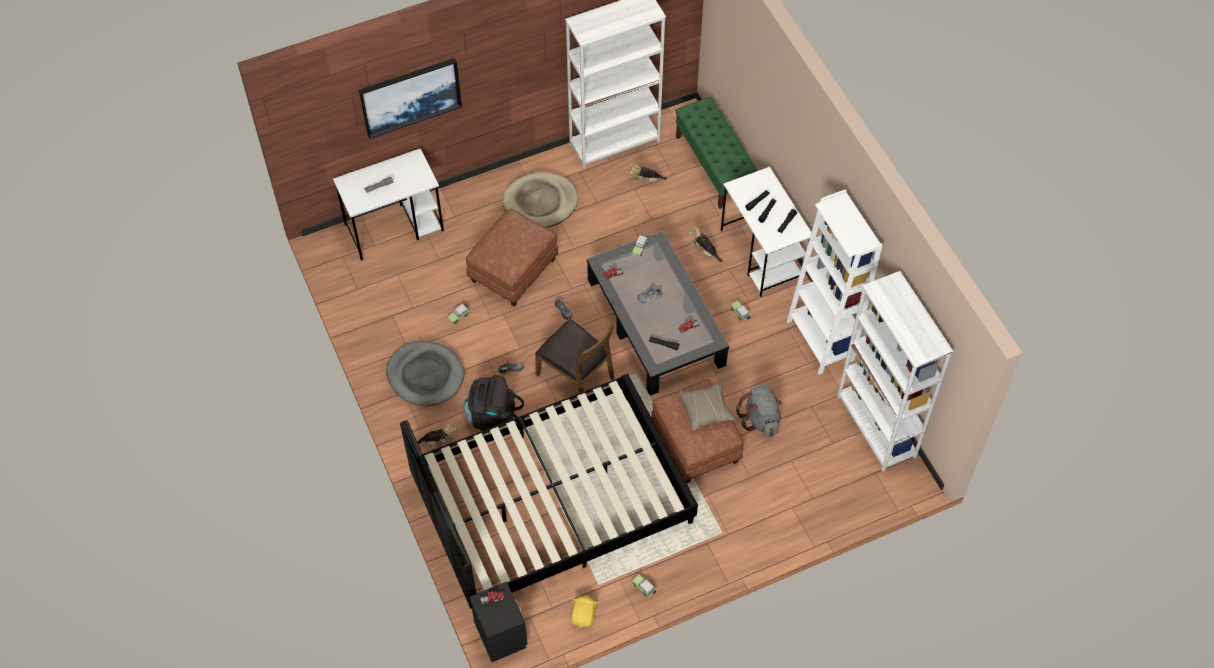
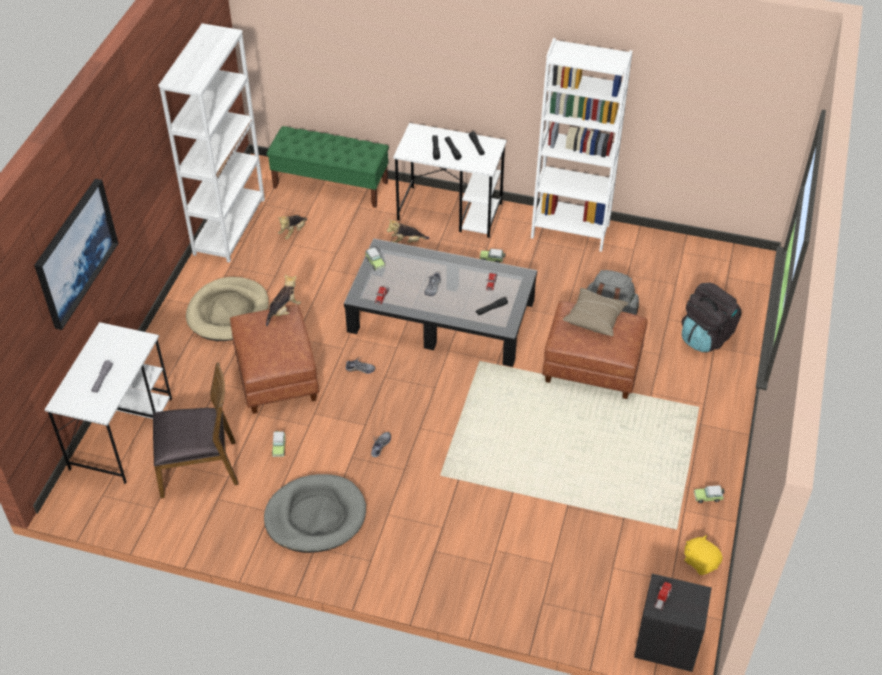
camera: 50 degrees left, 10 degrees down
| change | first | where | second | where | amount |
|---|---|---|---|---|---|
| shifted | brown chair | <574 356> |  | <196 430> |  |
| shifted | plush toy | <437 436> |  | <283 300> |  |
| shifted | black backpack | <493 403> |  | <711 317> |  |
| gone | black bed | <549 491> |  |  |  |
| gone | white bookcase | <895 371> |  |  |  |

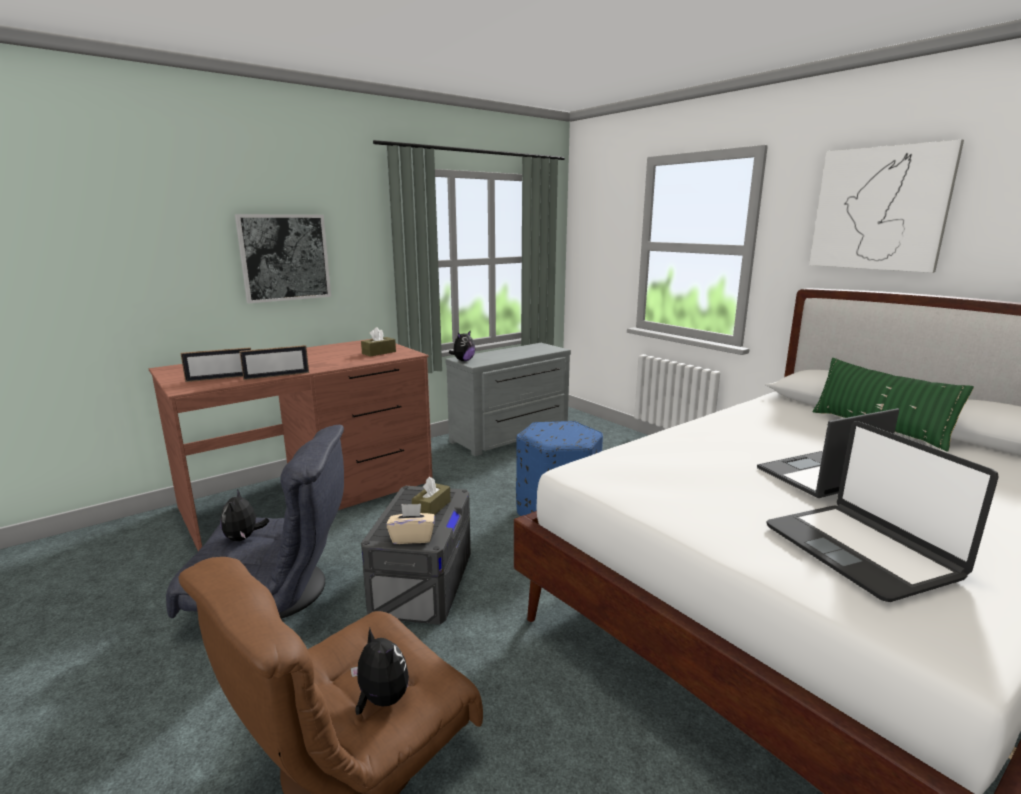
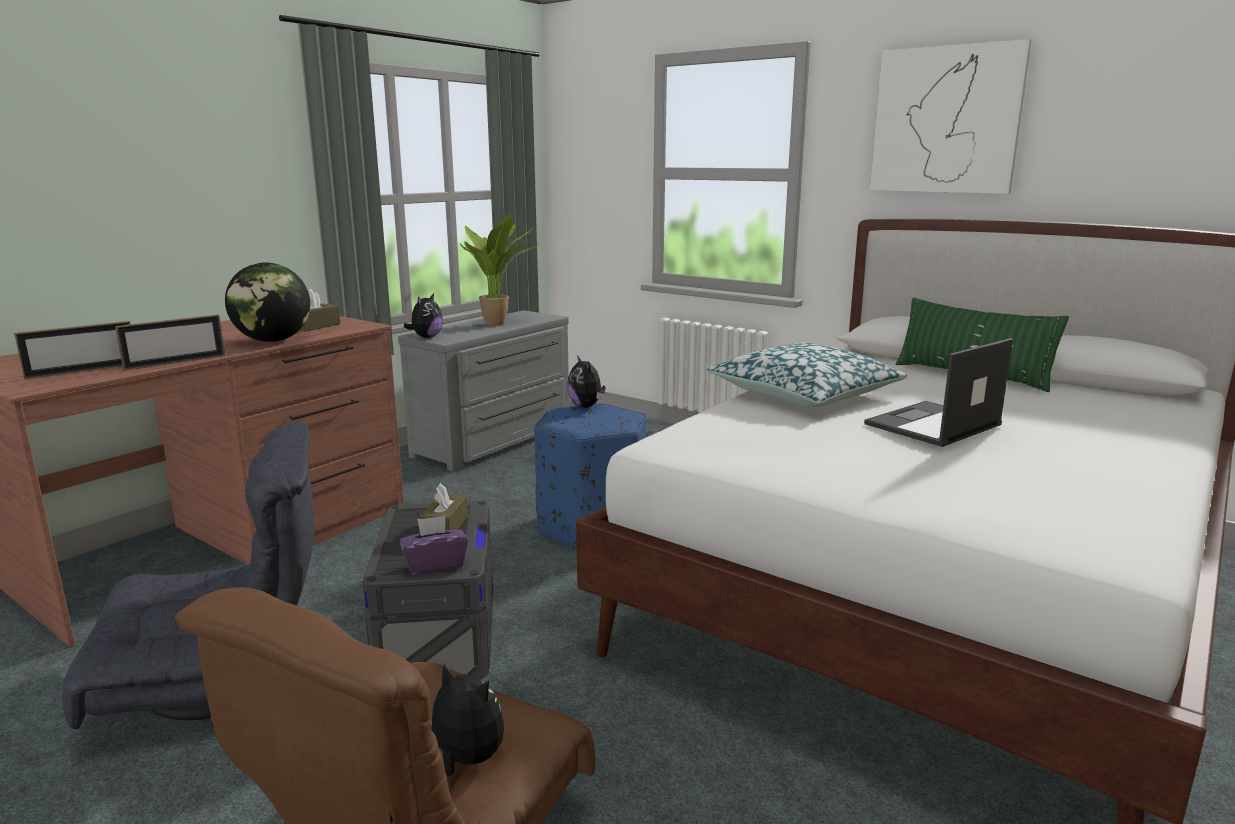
camera: 15 degrees left, 0 degrees up
| change | first | where | second | where | amount |
|---|---|---|---|---|---|
| new |  |  | globe | <267 302> |  |
| repainted | beige tissue box | <410 524> | purple tissue box | <434 545> |  |
| new |  |  | potted plant | <499 270> |  |
| shifted | plush toy | <245 515> |  | <586 381> |  |
| new |  |  | pillow | <807 375> |  |
| gone | picture | <283 258> |  |  |  |
| gone | laptop | <882 511> |  |  |  |

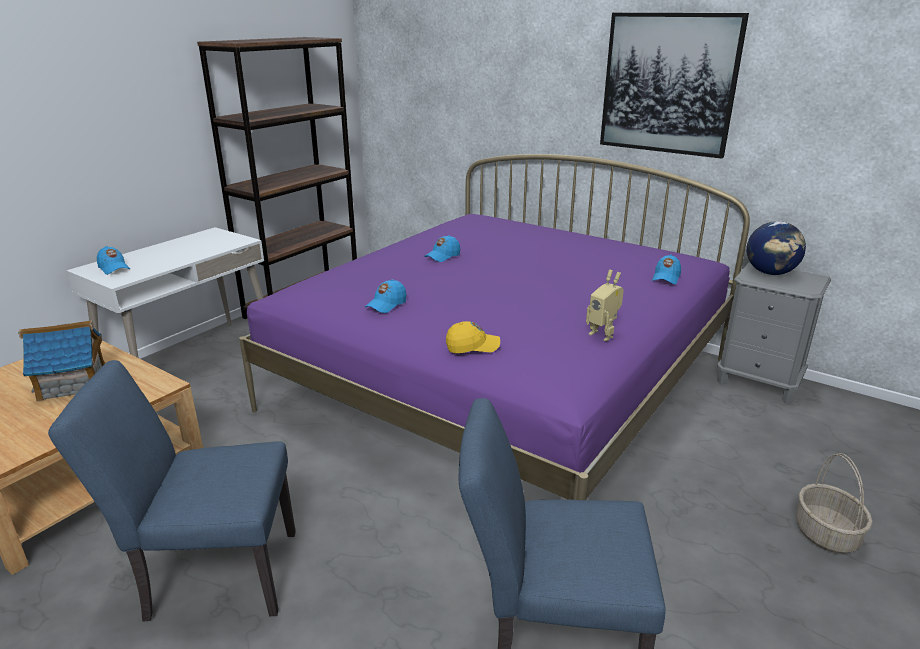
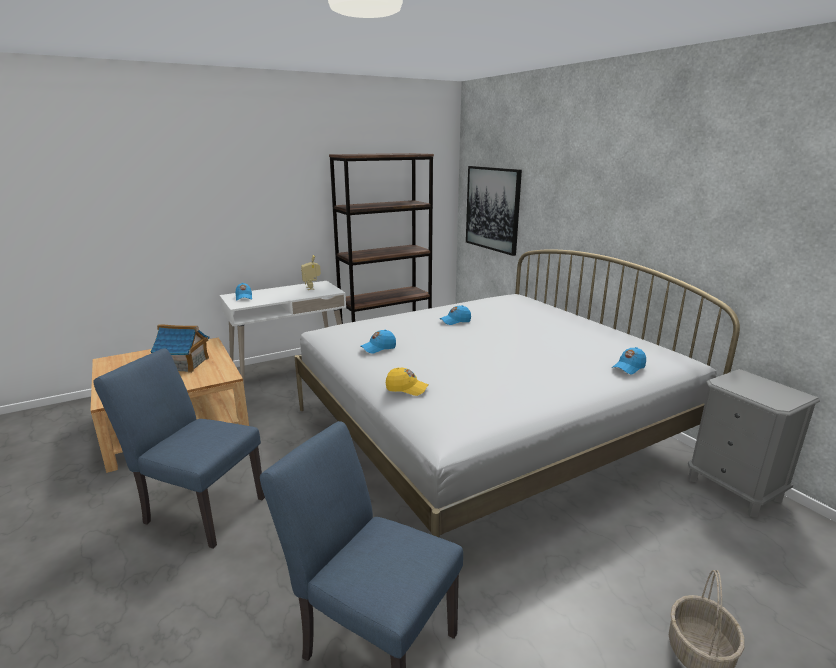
camera: 25 degrees right, 5 degrees down
| change | first | where | second | where | amount |
|---|---|---|---|---|---|
| repainted | purple bed | <494 327> | white bed | <517 393> |  |
| shifted | toy robot | <605 305> |  | <311 272> |  |
| shifted | picture | <674 86> |  | <494 211> |  |
| gone | globe | <776 248> |  |  |  |

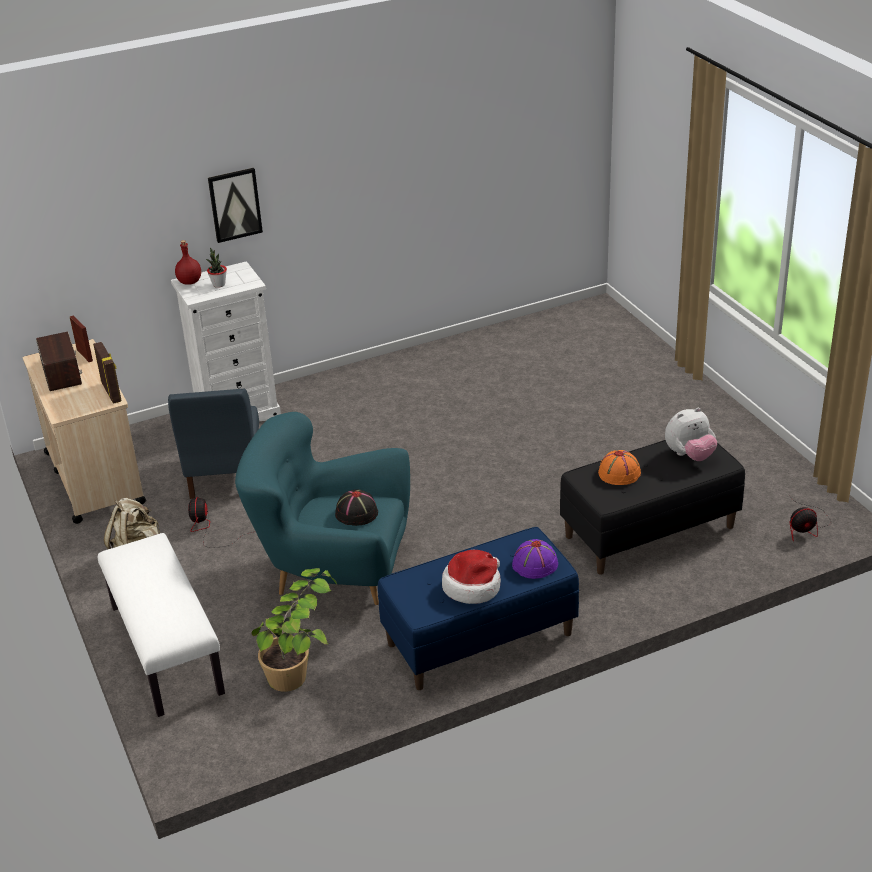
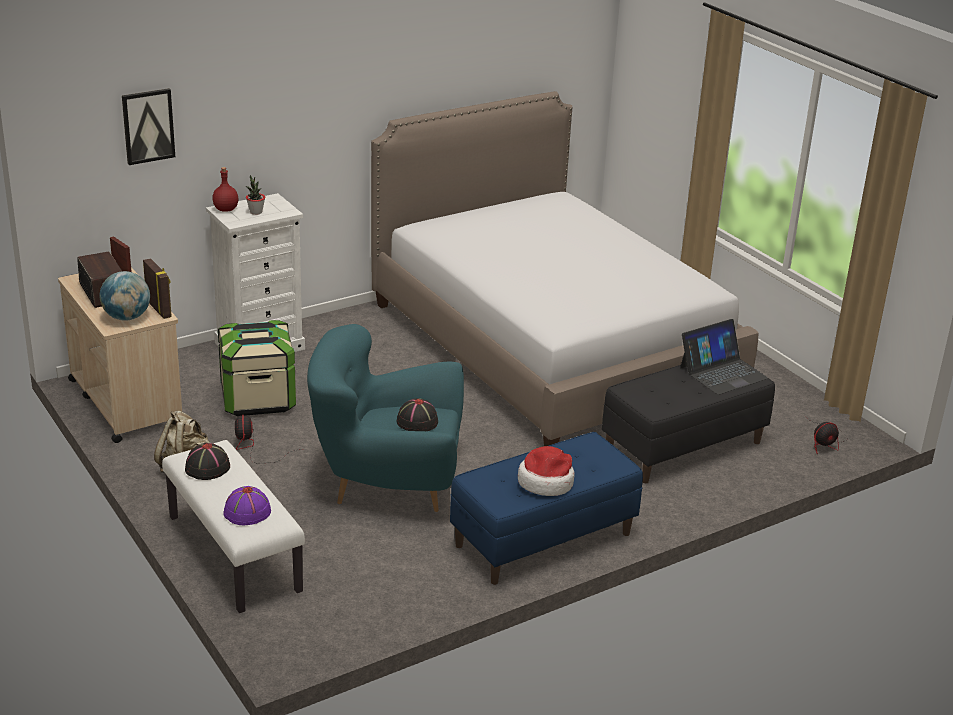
camera: 10 degrees left, 5 degrees down
| change | first | where | second | where | amount |
|---|---|---|---|---|---|
| new |  |  | globe | <125 296> |  |
| shifted | picture | <235 205> |  | <148 126> |  |
| new |  |  | black hat | <207 461> |  |
| swapped | blue chair | <213 444> | storage box | <257 368> |  |
| shifted | purple hat | <535 559> |  | <247 505> |  |
| new |  |  | bed | <564 268> |  |
| swapped | plush toy | <691 434> | laptop | <724 357> |  |
| gone | potted plant | <294 630> |  |  |  |
| gone | orange hat | <619 467> |  |  |  |

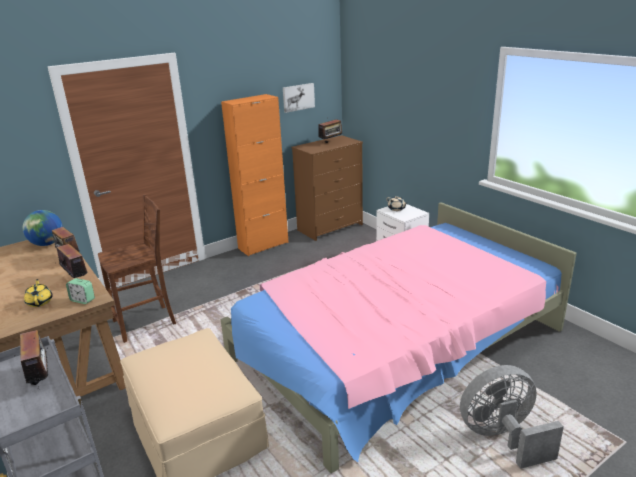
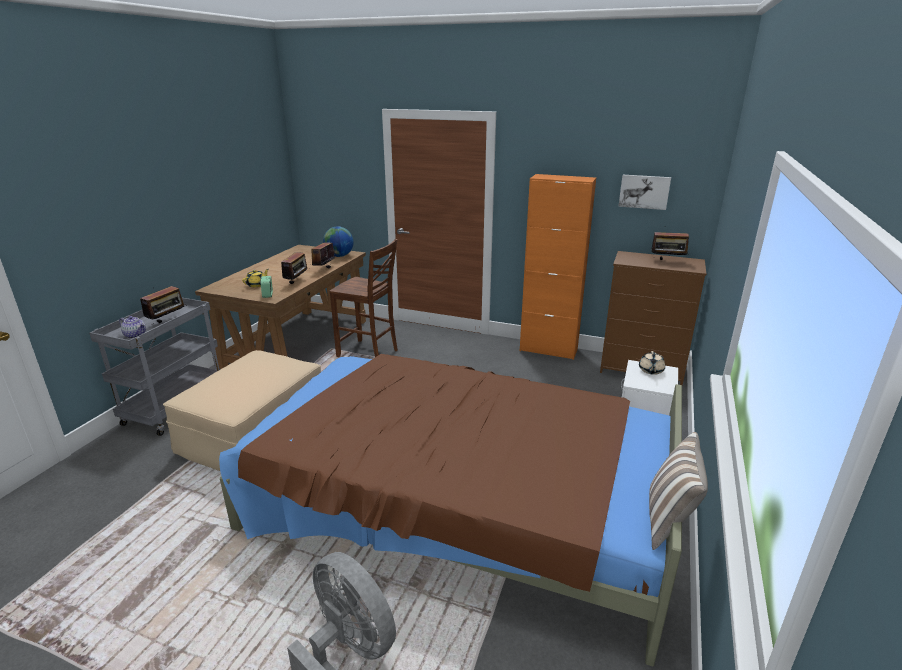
camera: 55 degrees right, 0 degrees up
| change | first | where | second | where | amount |
|---|---|---|---|---|---|
| new |  |  | teapot | <132 327> |  |
| repainted | pink bed | <399 338> | brown bed | <450 510> |  |
| new |  |  | pillow | <678 491> |  |

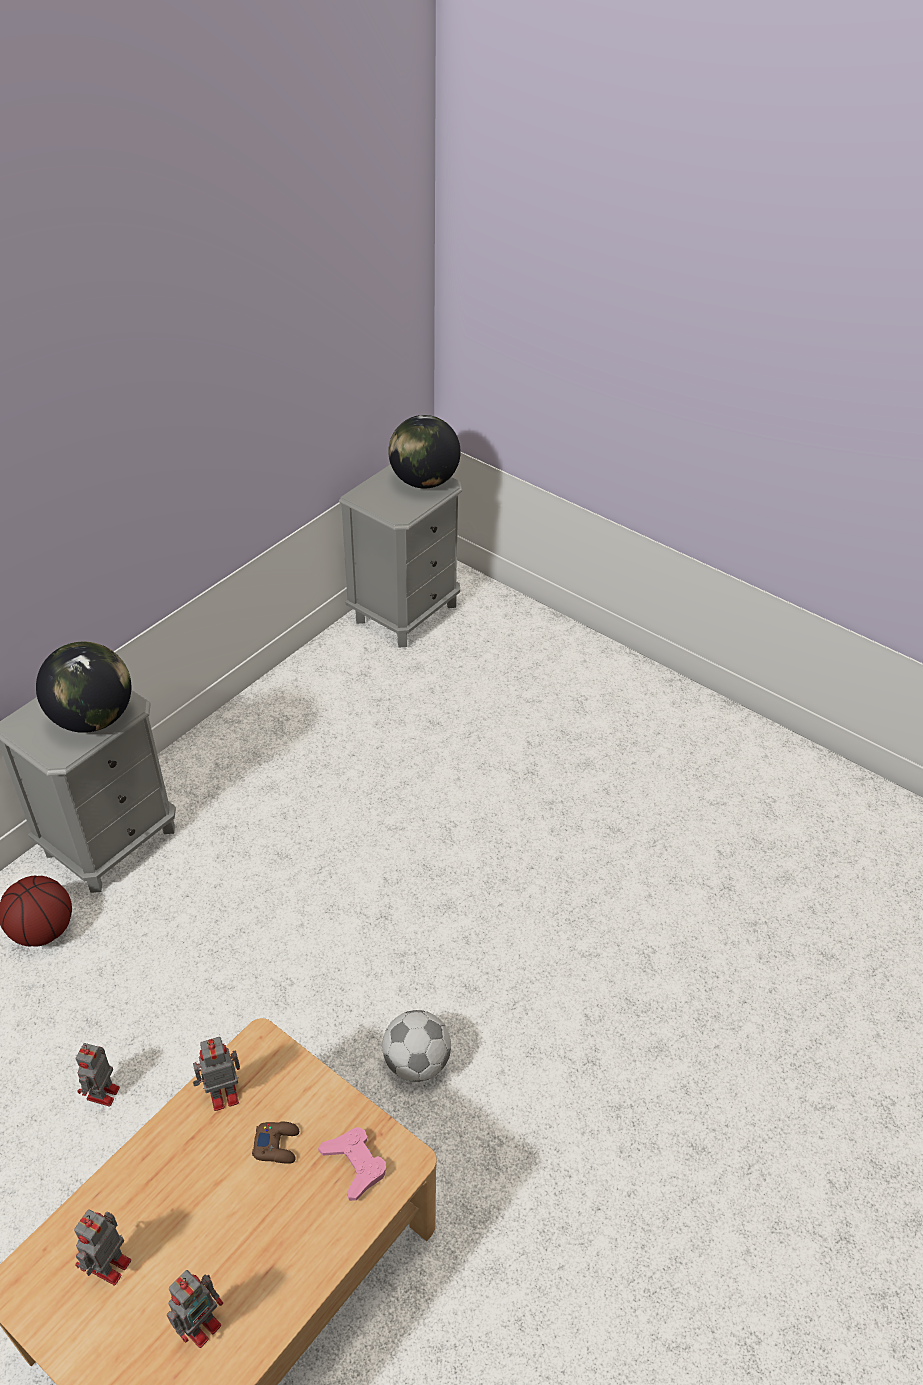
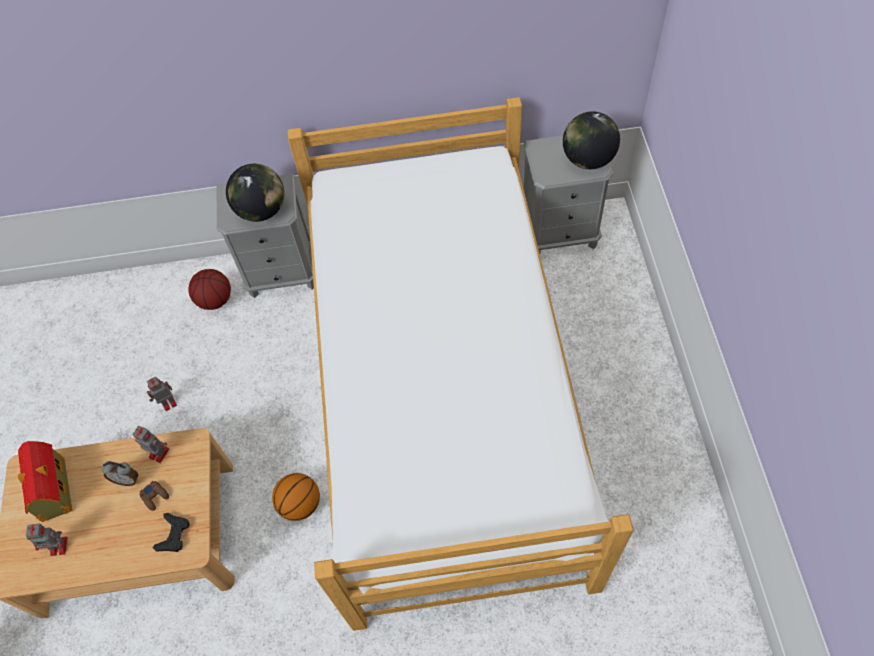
camera: 50 degrees right, 15 degrees up
| change | first | where | second | where | amount |
|---|---|---|---|---|---|
| swapped | toy robot | <102 1247> | toy house | <45 481> |  |
| new |  |  | alarm clock | <120 473> |  |
| repainted | pink game controller | <352 1164> | black game controller | <171 532> |  |
| swapped | football | <416 1046> | basketball | <296 497> |  |
| new |  |  | bed | <460 364> |  |

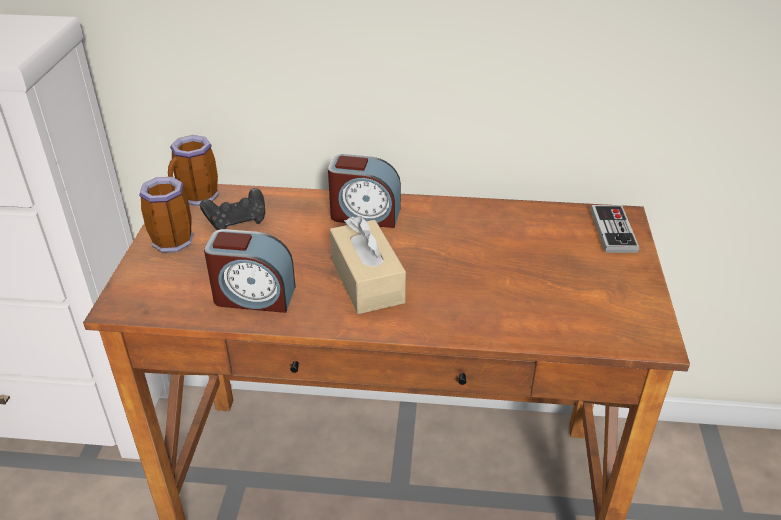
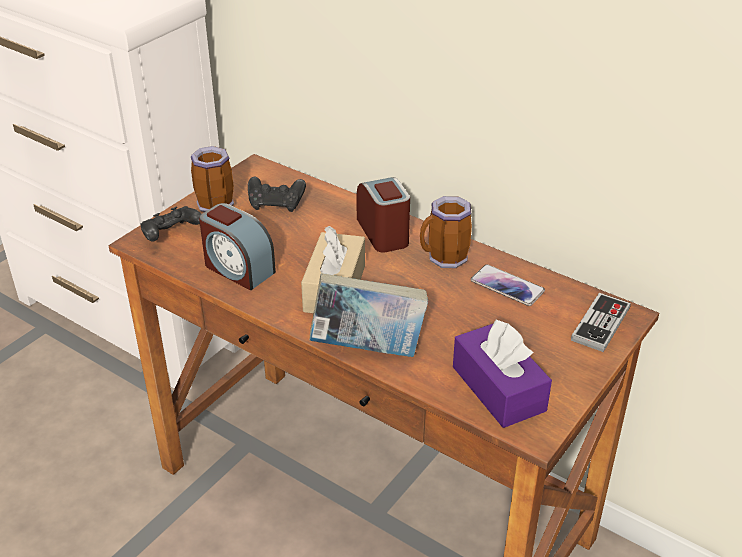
camera: 30 degrees right, 0 degrees up
| change | first | where | second | where | amount |
|---|---|---|---|---|---|
| new |  |  | black game controller | <170 224> |  |
| new |  |  | book | <368 315> |  |
| rotated | alarm clock | <364 191> |  | <383 214> | 150 degrees counterclockwise |
| shifted | mug | <193 170> |  | <446 232> |  |
| new |  |  | purple tissue box | <502 373> |  |
| new |  |  | phone | <507 285> |  |

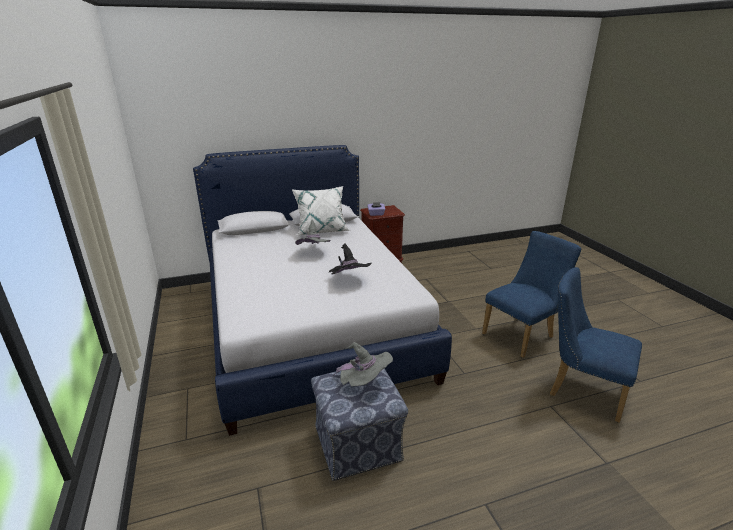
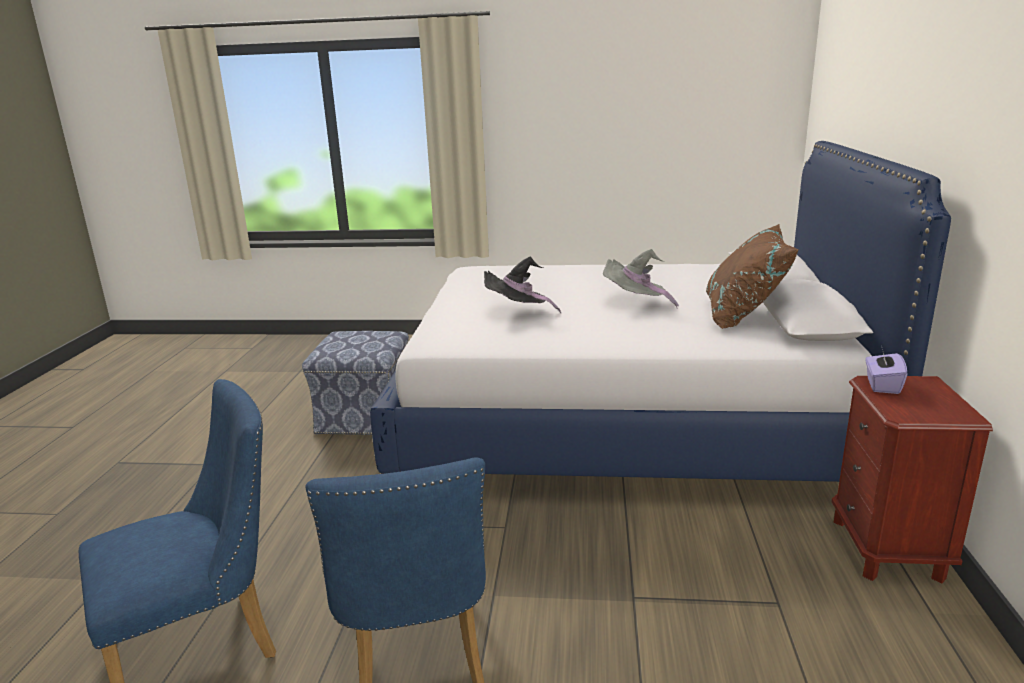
camera: 115 degrees right, 5 degrees down
| change | first | where | second | where | amount |
|---|---|---|---|---|---|
| repainted | white pillow | <321 210> | brown pillow | <752 276> |  |
| gone | grey hat | <363 364> |  |  |  |

